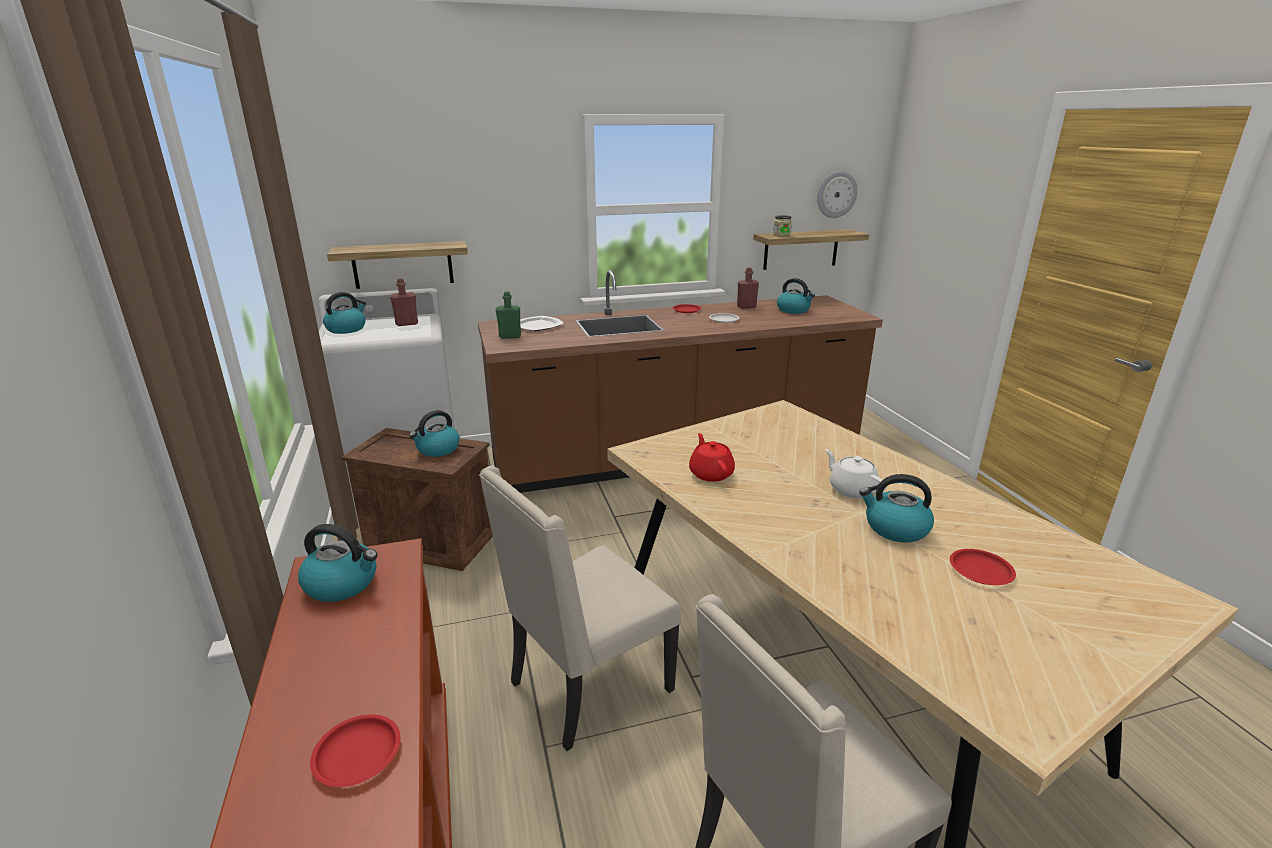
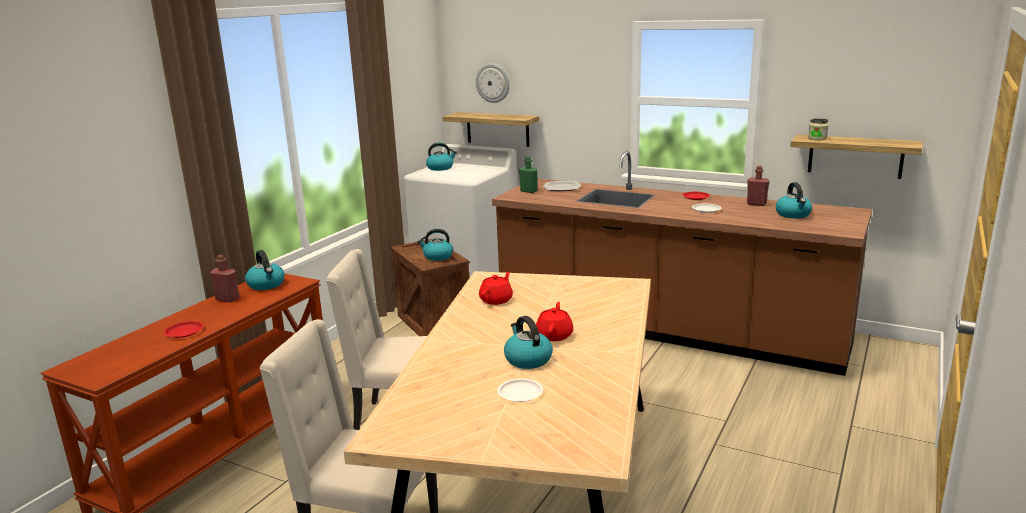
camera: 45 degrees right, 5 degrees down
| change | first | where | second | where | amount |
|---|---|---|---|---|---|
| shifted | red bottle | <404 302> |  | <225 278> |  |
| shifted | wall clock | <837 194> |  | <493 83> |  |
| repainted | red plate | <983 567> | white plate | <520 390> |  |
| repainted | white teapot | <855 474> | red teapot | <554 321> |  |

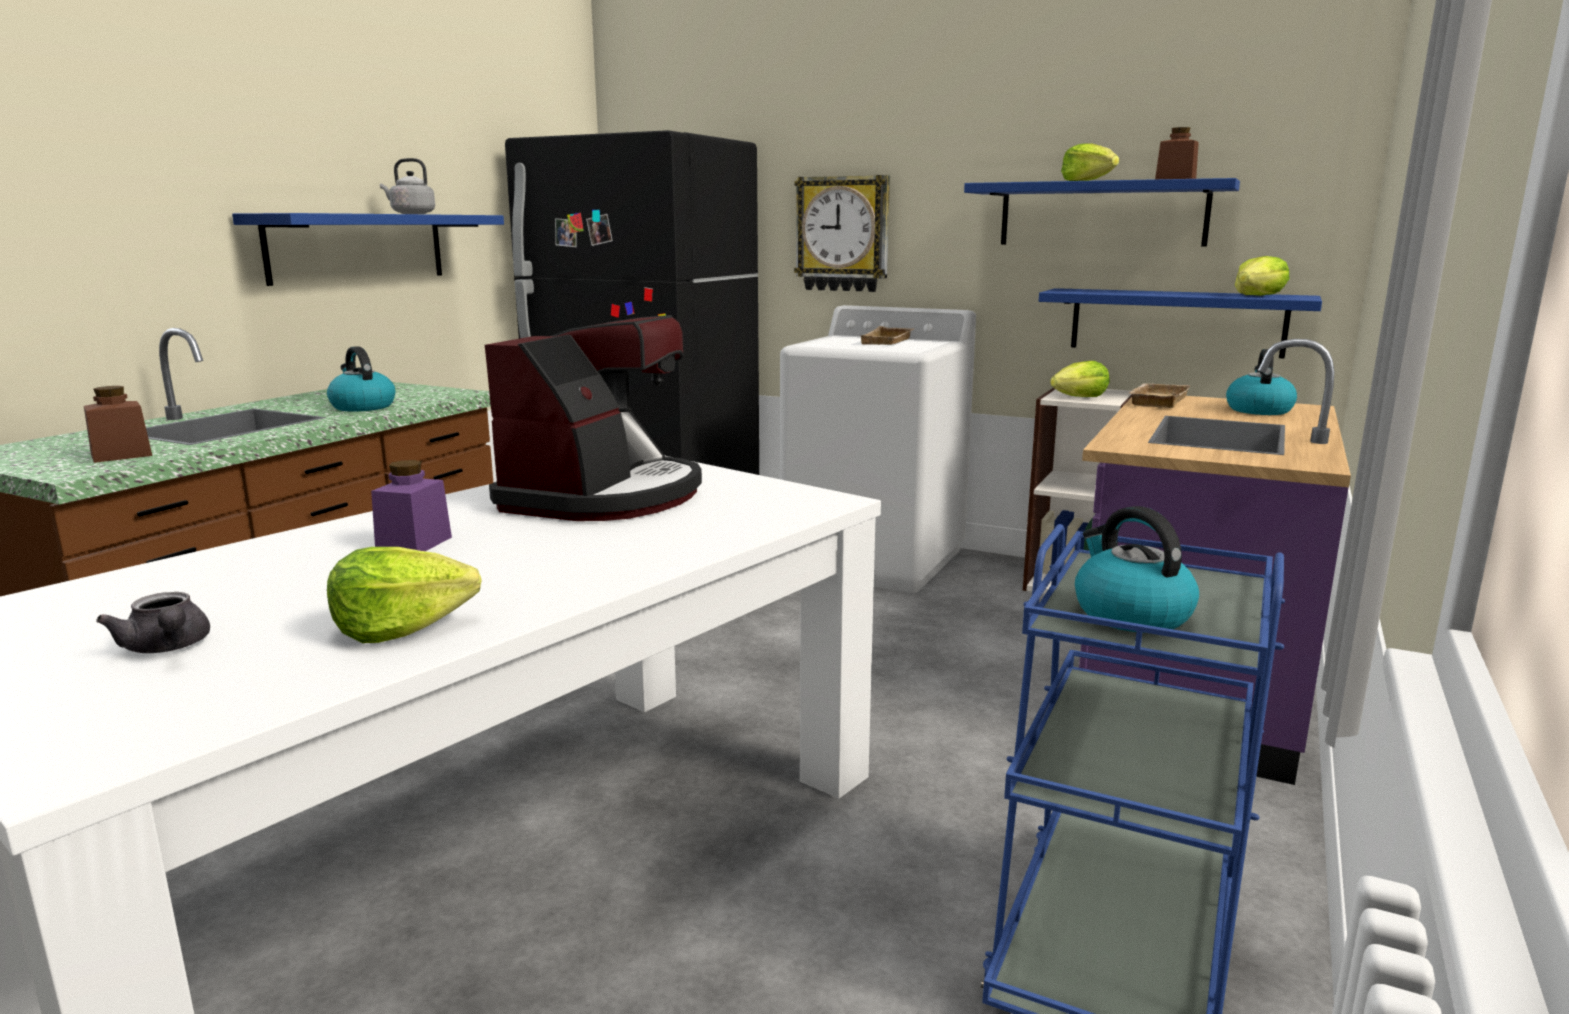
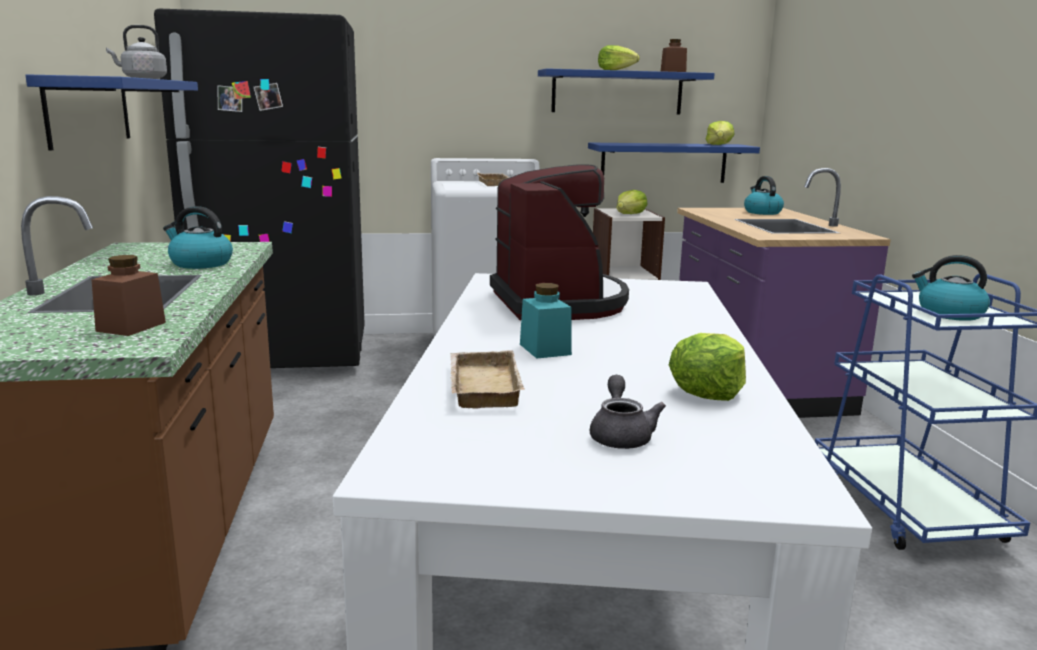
camera: 35 degrees left, 0 degrees up
| change | first | where | second | where | amount |
|---|---|---|---|---|---|
| shifted | beige tray | <1160 395> |  | <487 379> |  |
| repainted | purple jar | <411 505> | turquoise jar | <546 321> |  |
| rotated | grey teapot | <153 622> |  | <628 412> | 105 degrees counterclockwise |
| gone | wall clock | <842 233> |  |  |  |

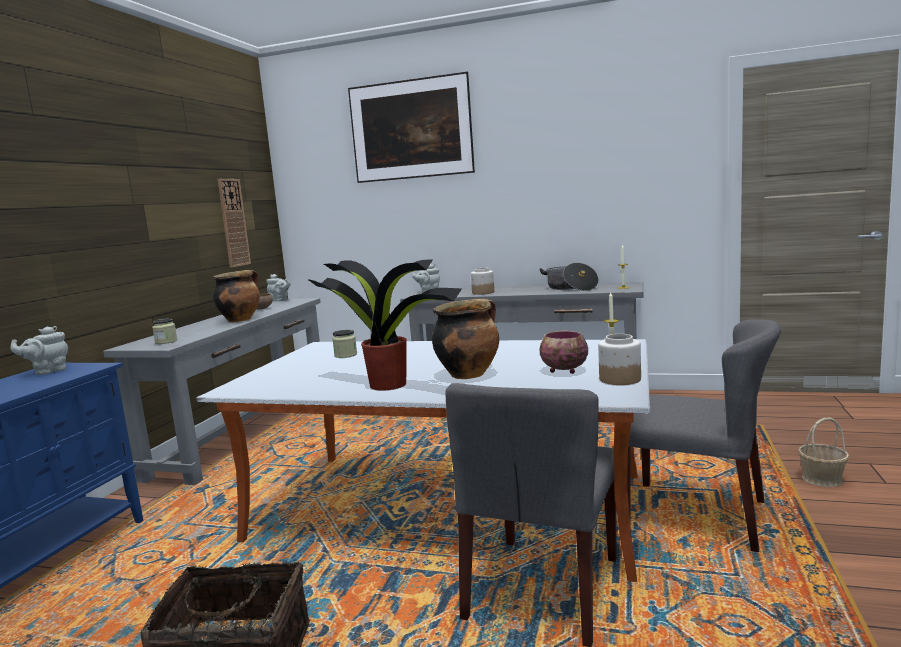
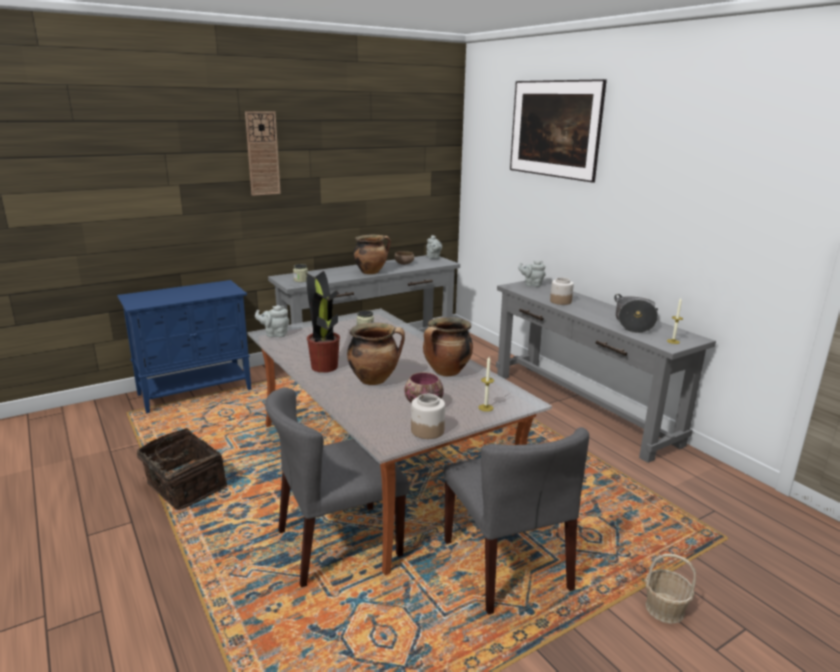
camera: 40 degrees right, 10 degrees up
| change | first | where | second | where | amount |
|---|---|---|---|---|---|
| shifted | wall clock | <234 223> |  | <263 153> |  |
| shifted | grey teapot | <39 350> |  | <272 321> |  |
| new |  |  | cooking pot | <448 346> |  |

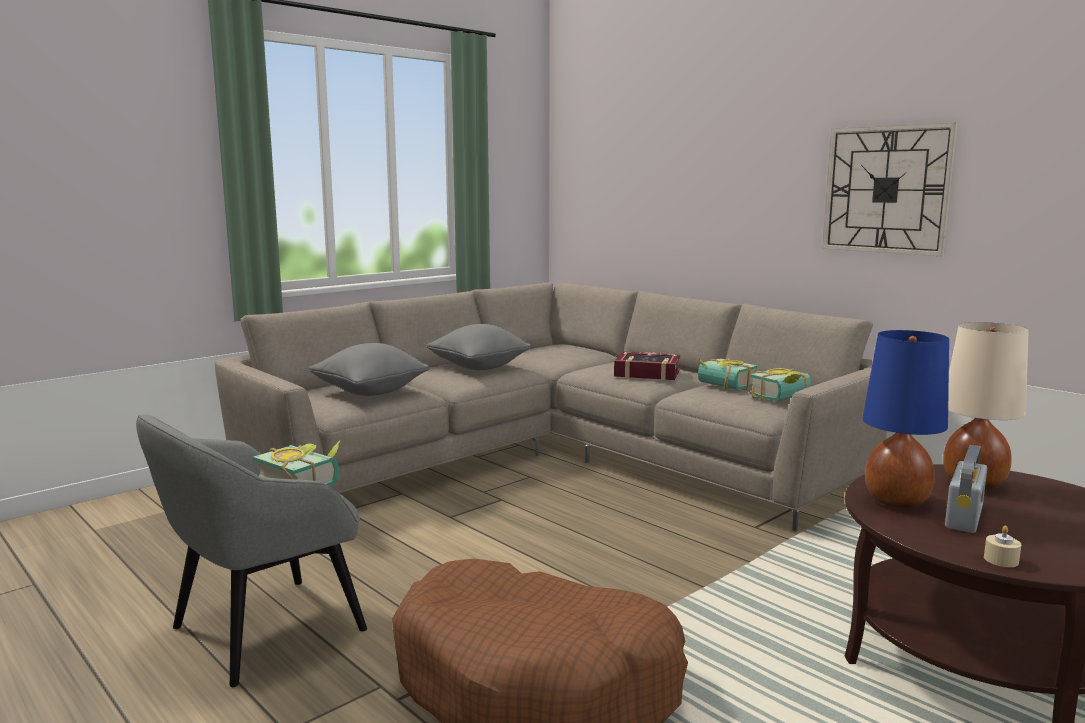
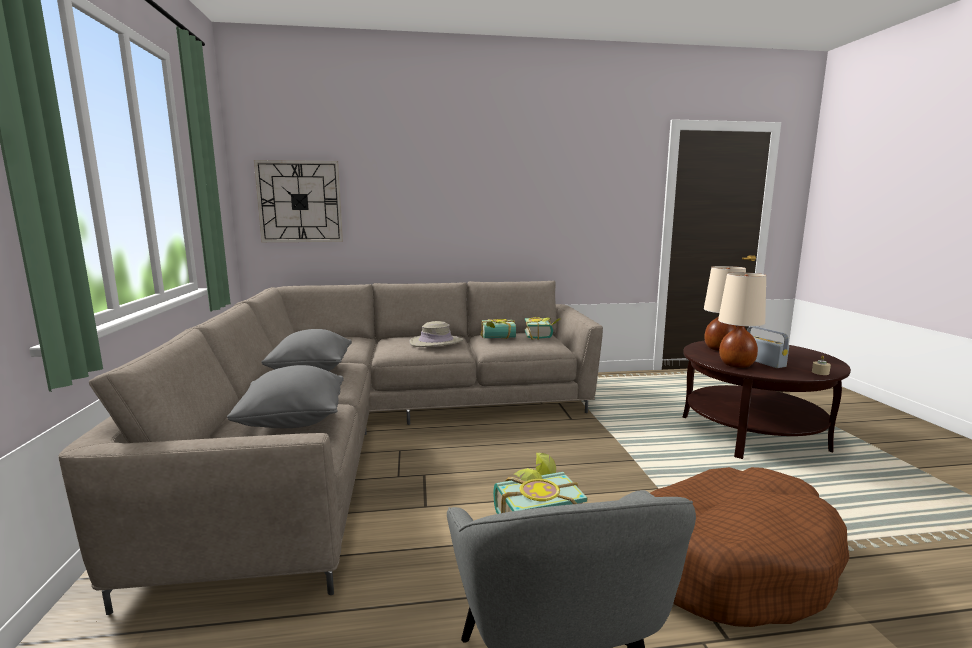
camera: 55 degrees left, 0 degrees up
| change | first | where | second | where | amount |
|---|---|---|---|---|---|
| shifted | wall clock | <890 189> |  | <298 201> |  |
| swapped | book | <647 366> | beige hat | <436 334> |  |
| repainted | blue table lamp | <906 419> | beige table lamp | <742 320> |  |

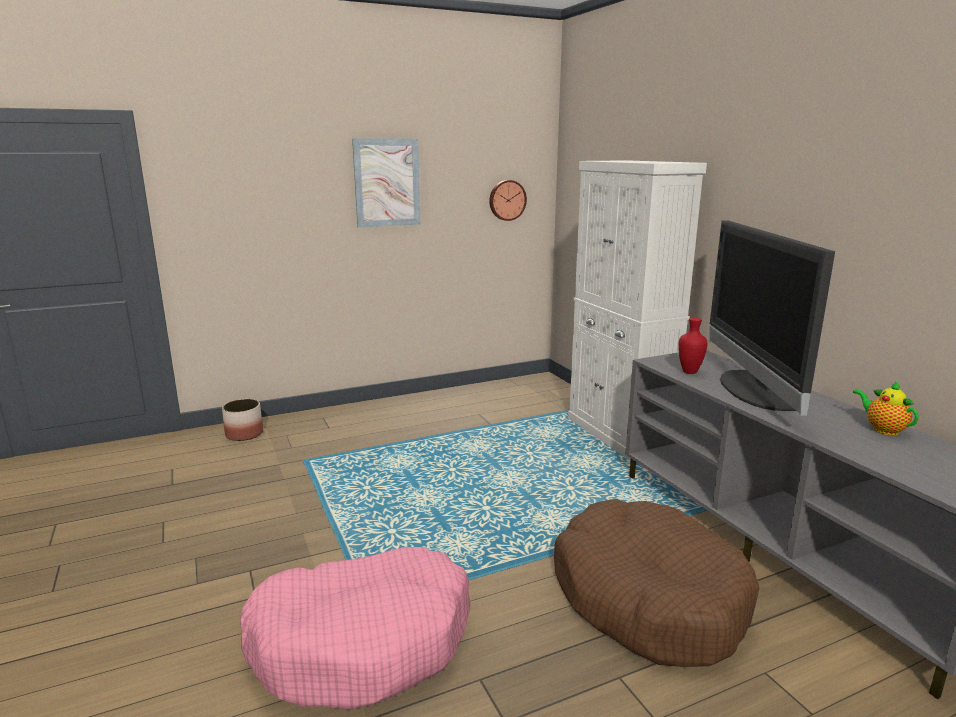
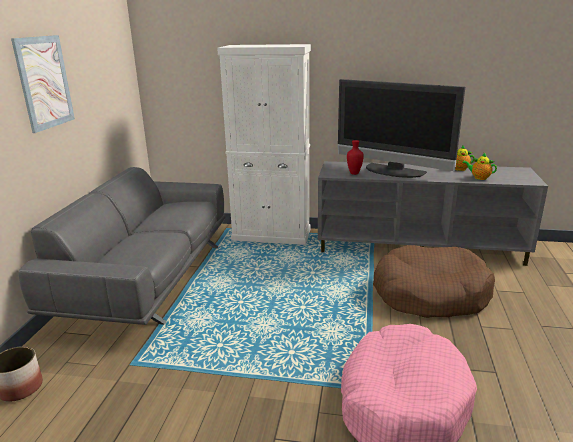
camera: 55 degrees left, 5 degrees up
| change | first | where | second | where | amount |
|---|---|---|---|---|---|
| new |  |  | grey sofa | <122 246> |  |
| new |  |  | teapot | <479 166> |  |
| gone | wall clock | <508 200> |  |  |  |

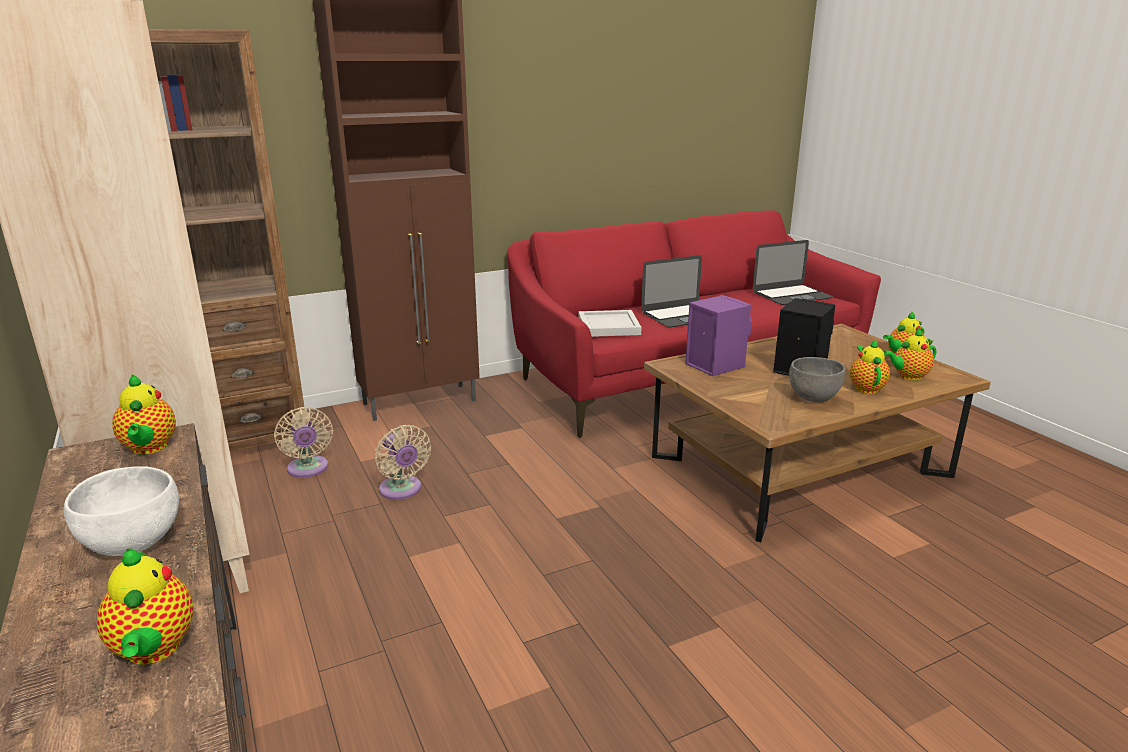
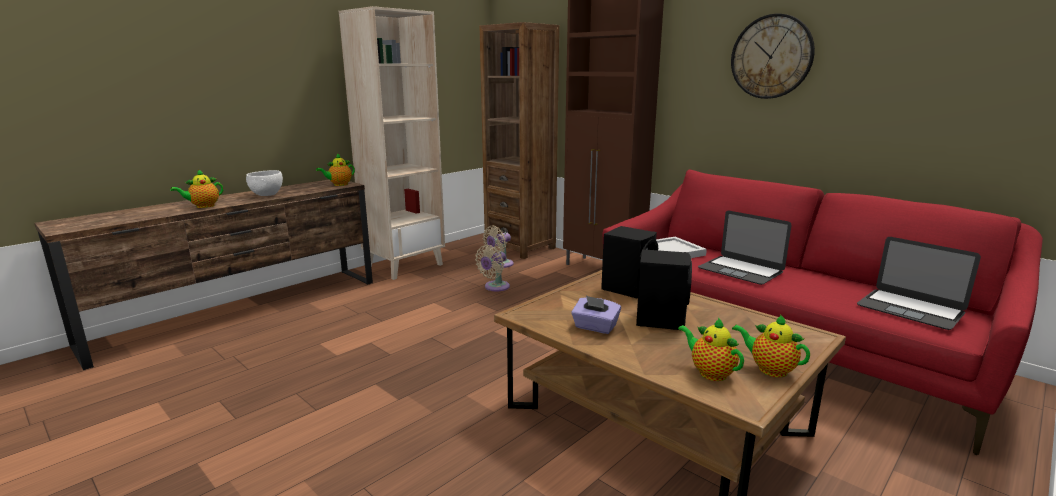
camera: 70 degrees right, 5 degrees down
| change | first | where | second | where | amount |
|---|---|---|---|---|---|
| swapped | grey bowl | <817 380> | purple tissue box | <596 315> |  |
| repainted | purple speaker | <718 335> | black speaker | <629 262> |  |
| new |  |  | wall clock | <773 56> |  |
| gone | teapot | <870 366> |  |  |  |

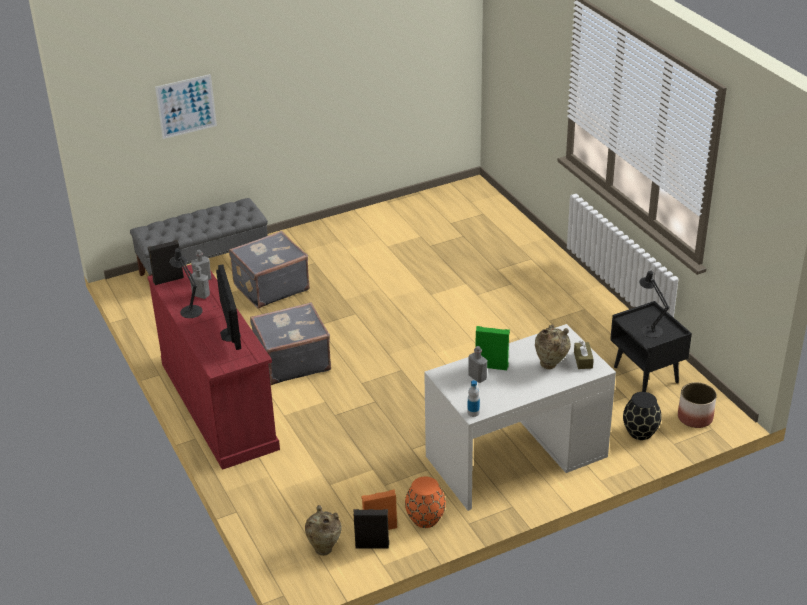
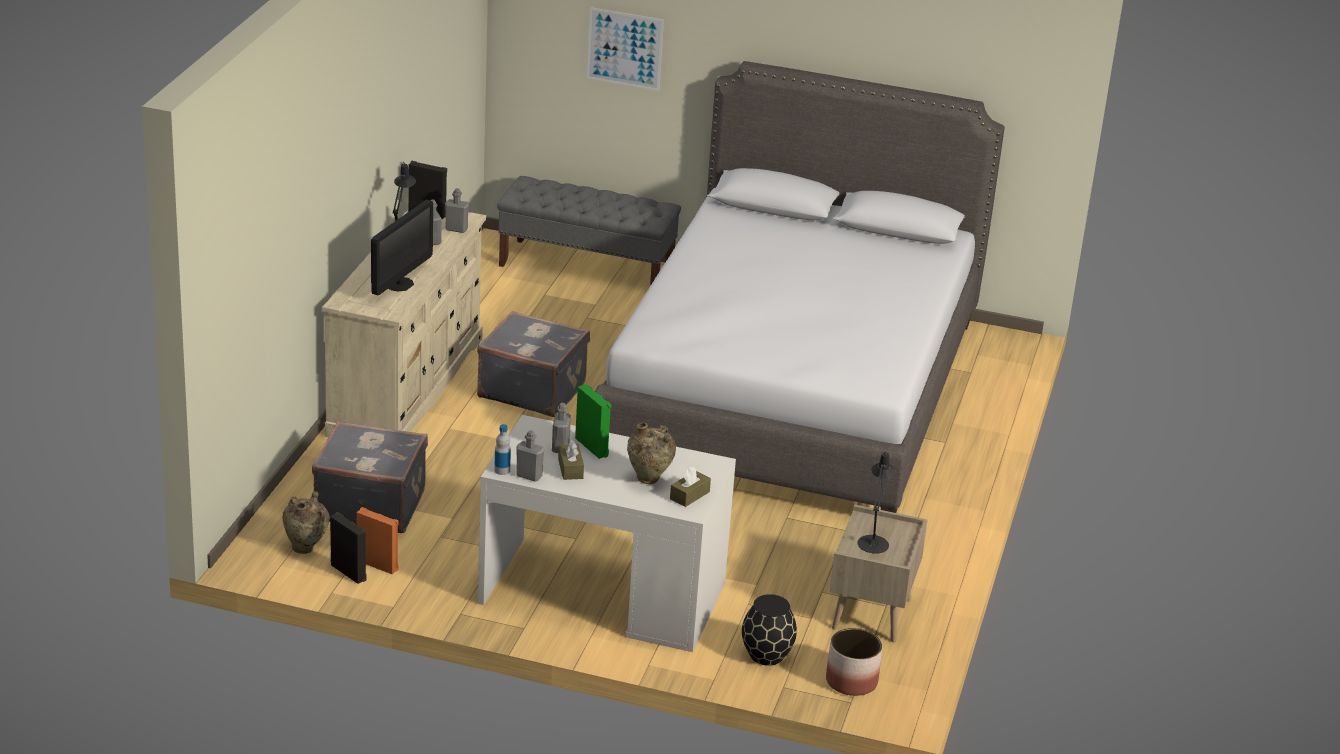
camera: 40 degrees right, 5 degrees down
| change | first | where | second | where | amount |
|---|---|---|---|---|---|
| shifted | grey suitcase | <269 270> |  | <370 477> |  |
| repainted | red dresser | <214 367> | beige dresser | <404 323> |  |
| new |  |  | grey bottle | <530 456> |  |
| new |  |  | brown tissue box | <571 460> |  |
| new |  |  | grey bed | <800 287> |  |
| repainted | black nightstand | <651 346> | beige nightstand | <878 573> |  |
| gone | orange vase | <425 502> |  |  |  |

